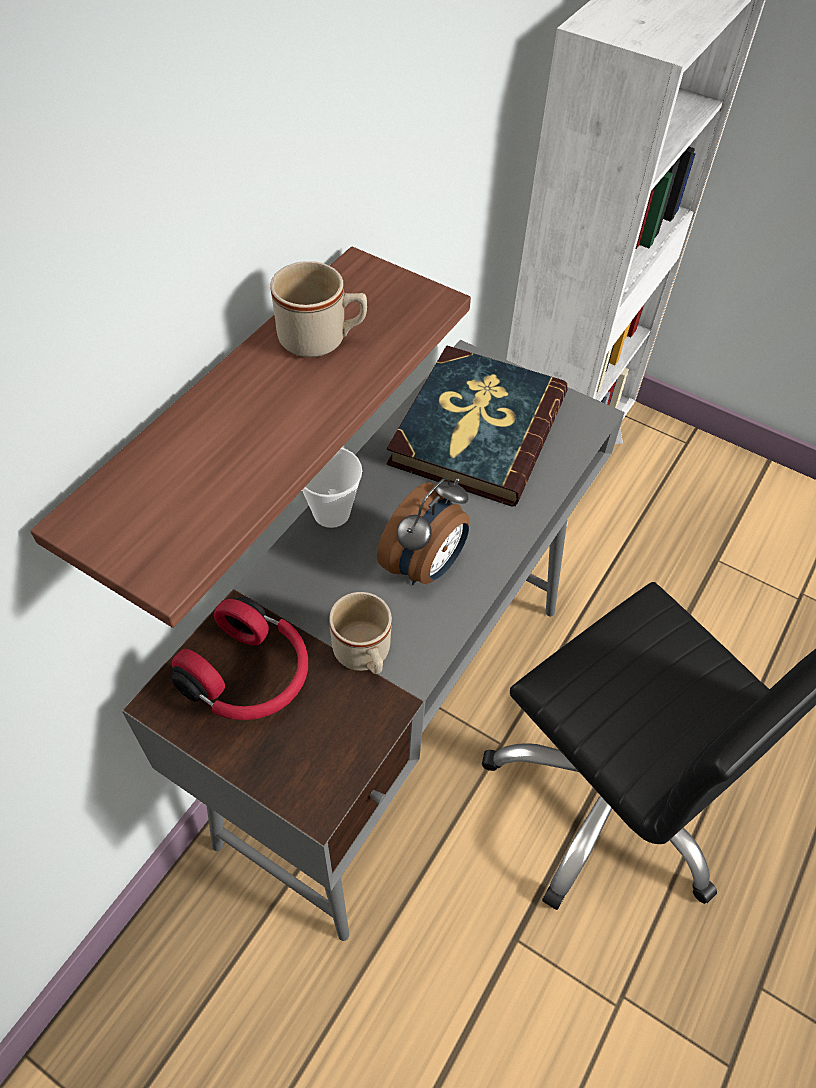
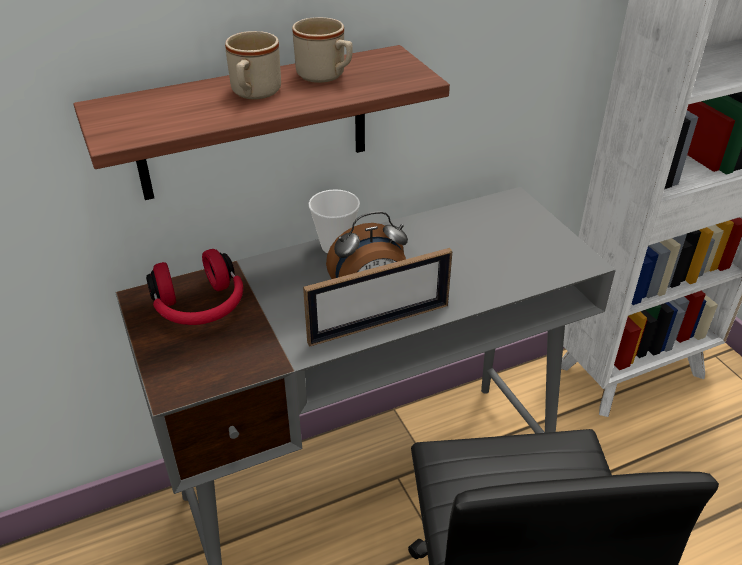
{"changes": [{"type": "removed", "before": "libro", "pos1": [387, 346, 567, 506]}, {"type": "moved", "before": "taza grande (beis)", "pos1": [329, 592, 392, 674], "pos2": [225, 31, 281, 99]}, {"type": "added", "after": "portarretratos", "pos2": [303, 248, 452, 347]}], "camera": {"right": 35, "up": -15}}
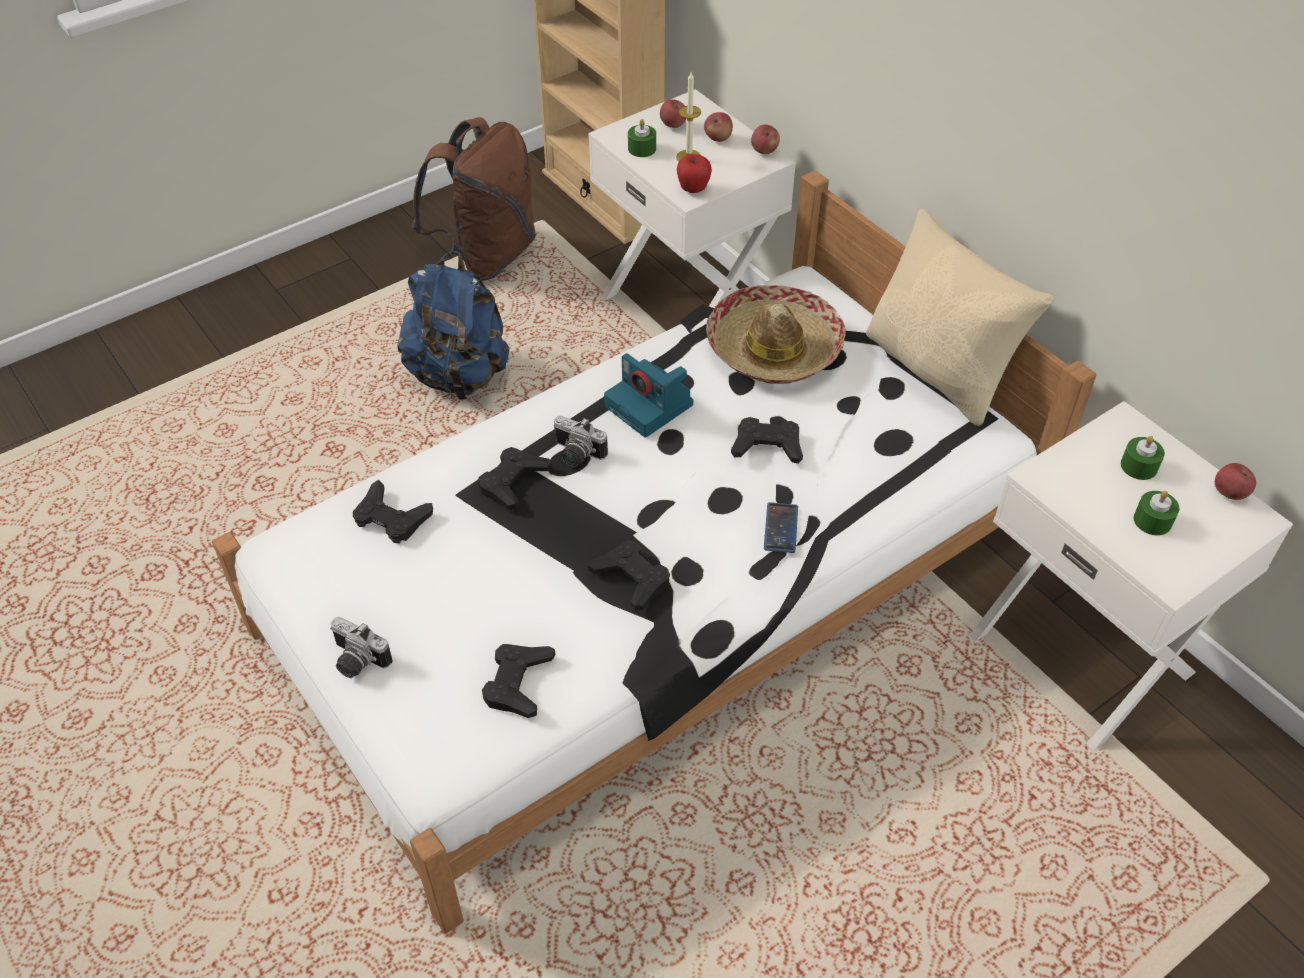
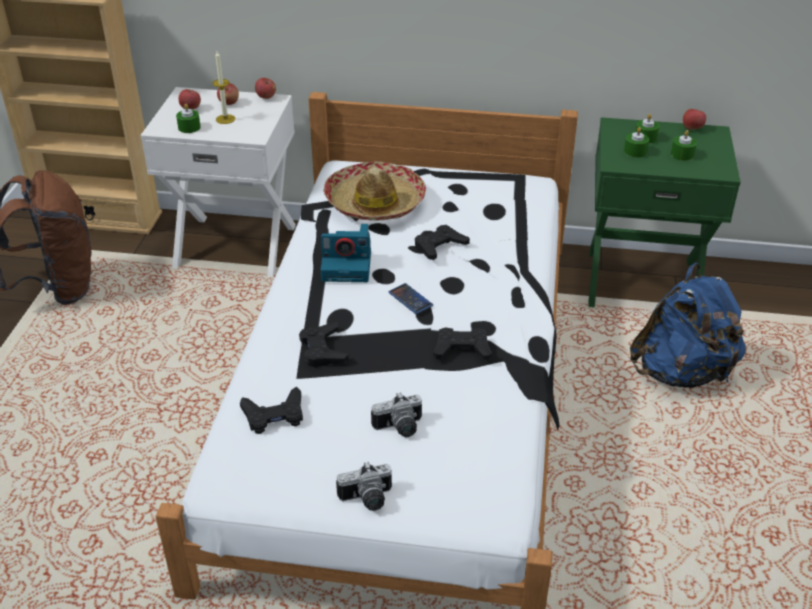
{"changes": [{"type": "removed", "before": "manzana", "pos1": [677, 154, 712, 193]}, {"type": "removed", "before": "cojín (beis)", "pos1": [866, 209, 1054, 426]}, {"type": "moved", "before": "mochila (azul)", "pos1": [397, 251, 509, 400], "pos2": [630, 263, 746, 388]}, {"type": "recoloured", "before": "mesita de noche (blanco)", "after": "mesita de noche (verde)", "pos1": [969, 401, 1293, 750], "pos2": [589, 117, 741, 308]}, {"type": "moved", "before": "cámara", "pos1": [553, 416, 608, 467], "pos2": [371, 392, 422, 437]}, {"type": "moved", "before": "móvil", "pos1": [764, 502, 798, 553], "pos2": [389, 283, 433, 314]}, {"type": "removed", "before": "mando de consola (negro)", "pos1": [482, 644, 555, 718]}, {"type": "added", "after": "vela (verde)", "pos2": [624, 127, 649, 158]}], "camera": {"right": -45, "up": -10}}
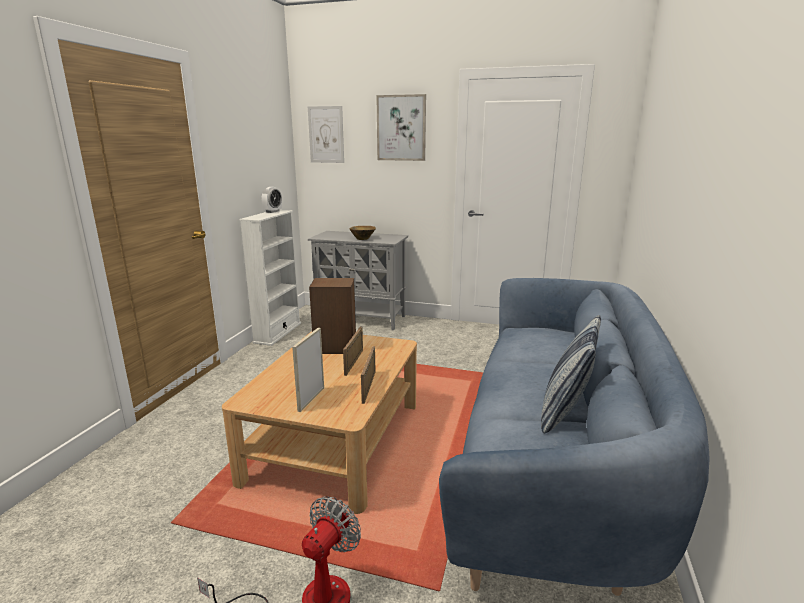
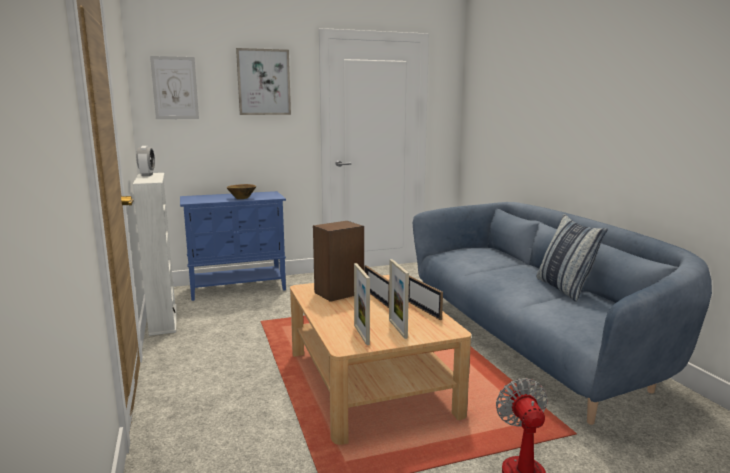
{"changes": [{"type": "recoloured", "before": "armario (gris)", "after": "armario (azul)", "pos1": [308, 231, 408, 330], "pos2": [180, 191, 286, 301]}, {"type": "added", "after": "portarretratos", "pos2": [354, 263, 370, 345]}], "camera": {"right": -35, "up": -5}}
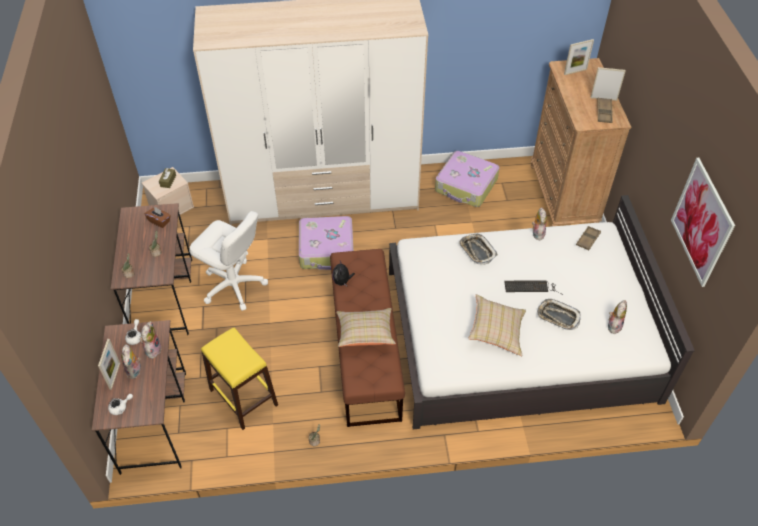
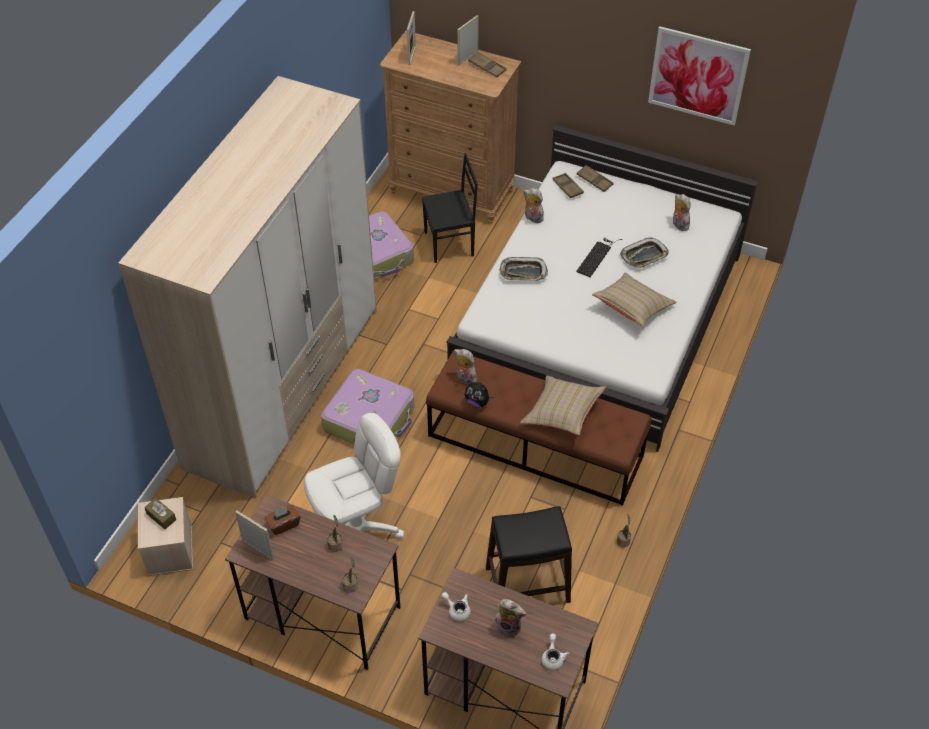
{"changes": [{"type": "moved", "before": "peluche", "pos1": [140, 321, 162, 360], "pos2": [454, 349, 477, 385]}, {"type": "recoloured", "before": "taburete (amarillo)", "after": "taburete (negro)", "pos1": [201, 328, 278, 430], "pos2": [486, 506, 572, 603]}, {"type": "moved", "before": "portarretratos", "pos1": [98, 339, 120, 390], "pos2": [235, 511, 274, 560]}, {"type": "added", "after": "silla (negro)", "pos2": [422, 153, 478, 263]}, {"type": "added", "after": "bandeja (marrón)", "pos2": [577, 165, 614, 192]}], "camera": {"right": -60, "up": 0}}
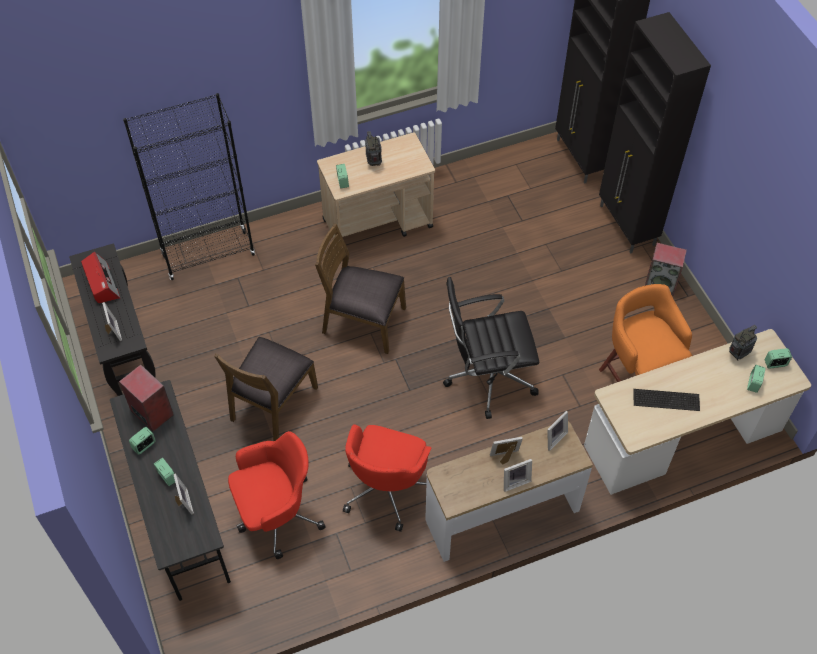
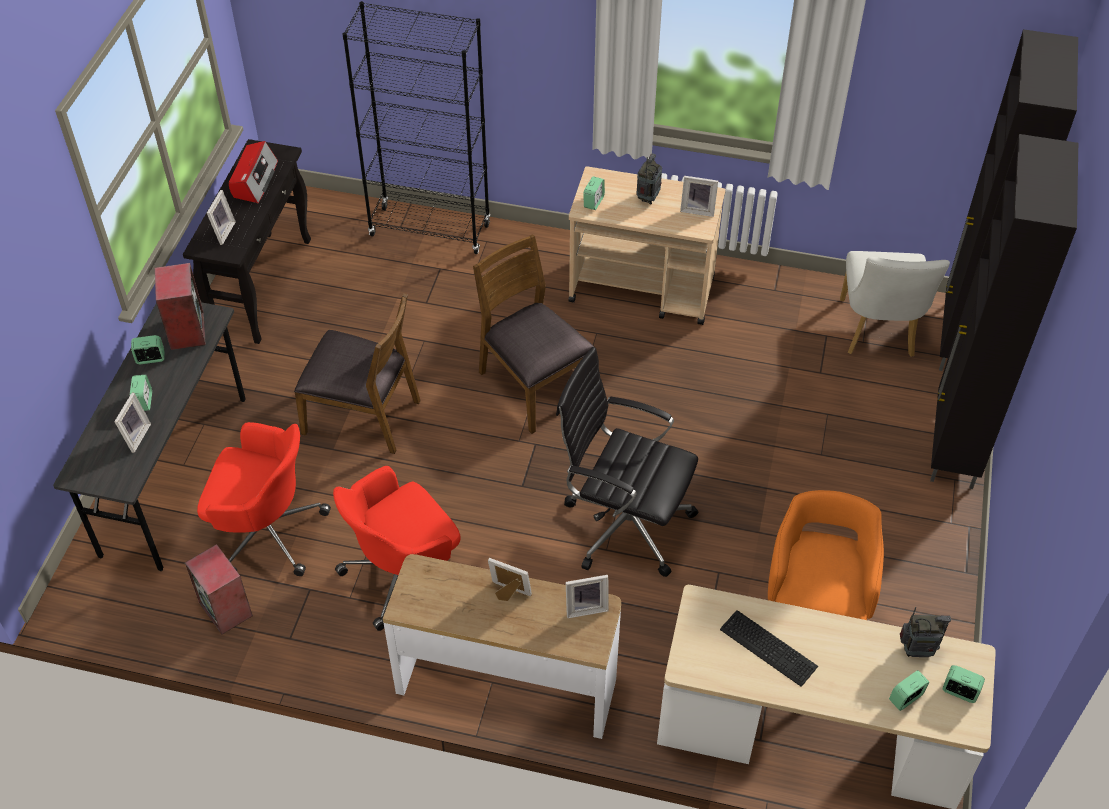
{"changes": [{"type": "moved", "before": "altavoz", "pos1": [645, 243, 687, 296], "pos2": [185, 544, 253, 635]}, {"type": "turned", "before": "silla (marrón)", "pos1": [214, 337, 318, 441], "pos2": [294, 293, 421, 454], "turn": -135}, {"type": "moved", "before": "portarretratos", "pos1": [504, 459, 532, 492], "pos2": [680, 176, 718, 217]}, {"type": "added", "after": "silla (blanco)", "pos2": [840, 251, 950, 357]}], "camera": {"right": 35, "up": -5}}
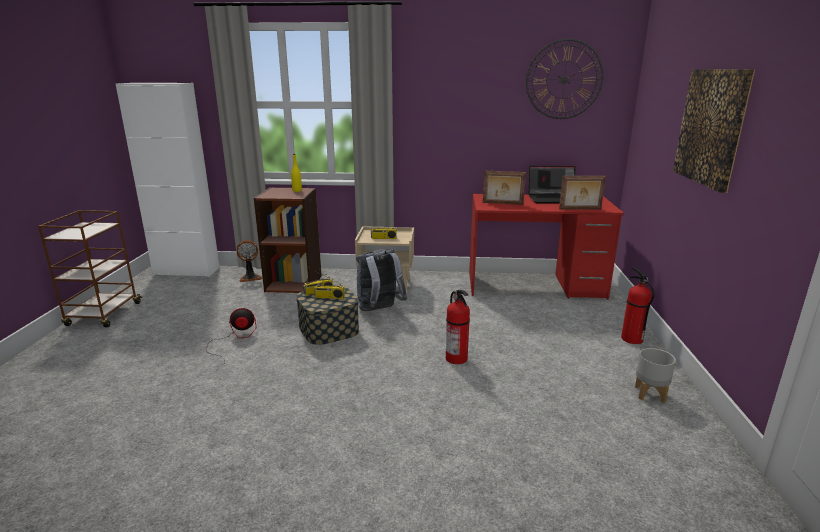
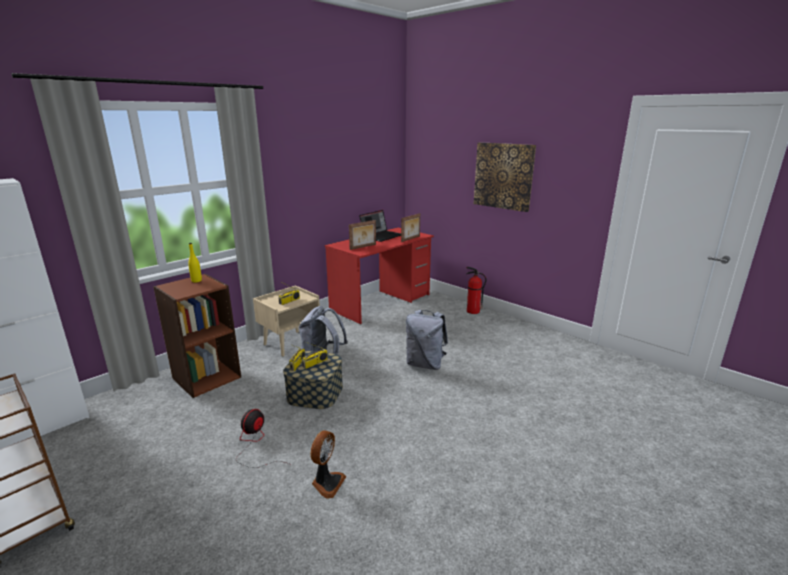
{"changes": [{"type": "removed", "before": "reloj de pared", "pos1": [526, 38, 604, 119]}, {"type": "moved", "before": "ventilador", "pos1": [237, 240, 262, 282], "pos2": [310, 430, 346, 499]}, {"type": "replaced", "before": "extintor", "after": "mochila (gris)", "pos1": [446, 290, 470, 364], "pos2": [406, 310, 448, 370]}, {"type": "removed", "before": "maceta (gris)", "pos1": [635, 348, 676, 403]}], "camera": {"right": -50, "up": 0}}
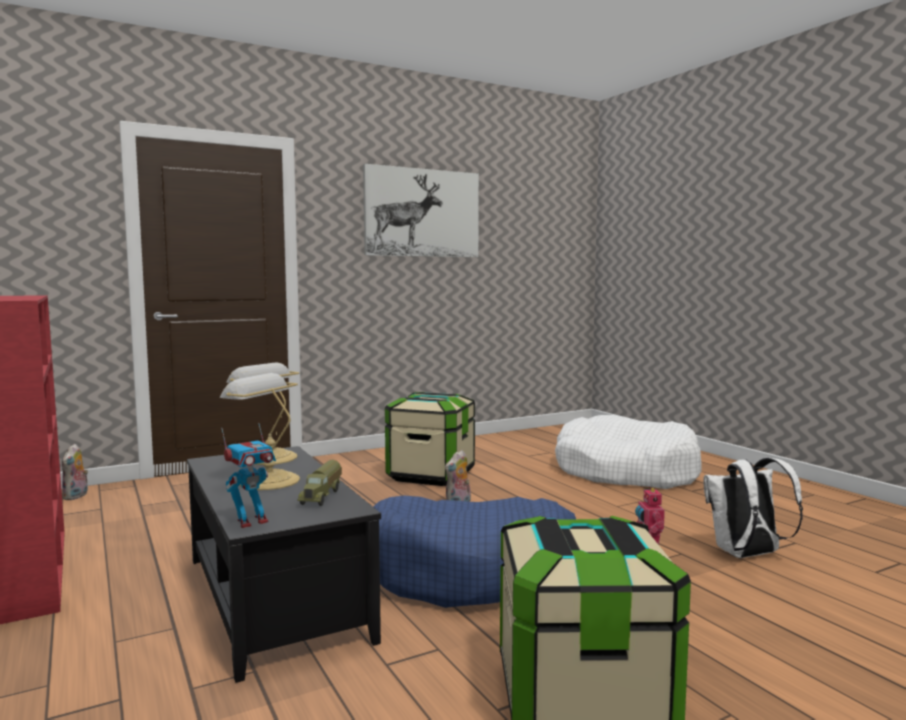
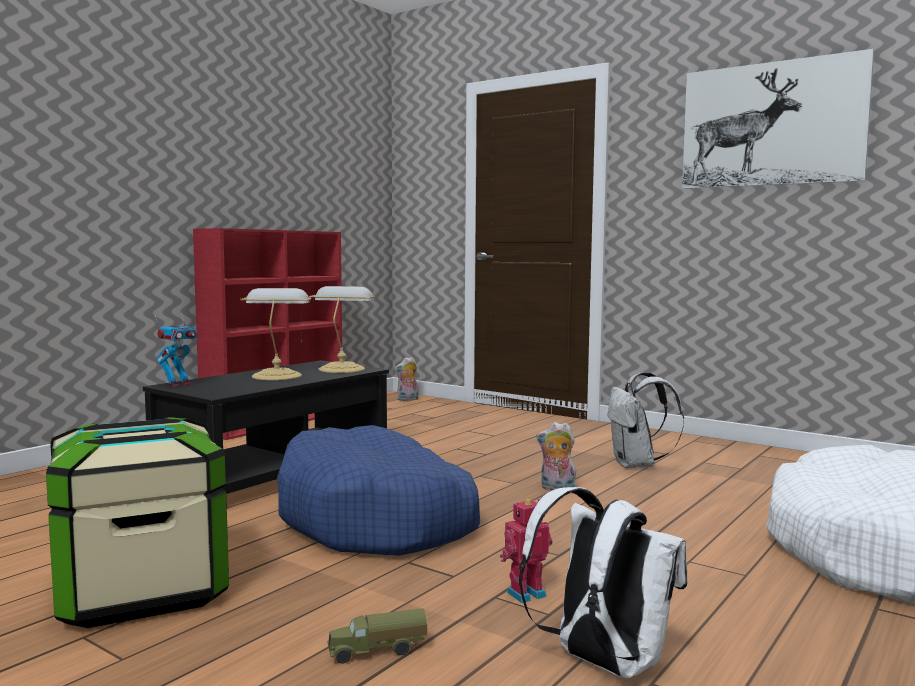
{"changes": [{"type": "replaced", "before": "caja de almacenaje", "after": "mochila (blanco)", "pos1": [385, 392, 475, 486], "pos2": [607, 372, 684, 469]}, {"type": "turned", "before": "robot de juguete", "pos1": [221, 423, 276, 528], "pos2": [155, 313, 198, 387], "turn": -75}, {"type": "moved", "before": "camión de juguete", "pos1": [297, 460, 342, 506], "pos2": [327, 608, 427, 663]}], "camera": {"right": 65, "up": 0}}
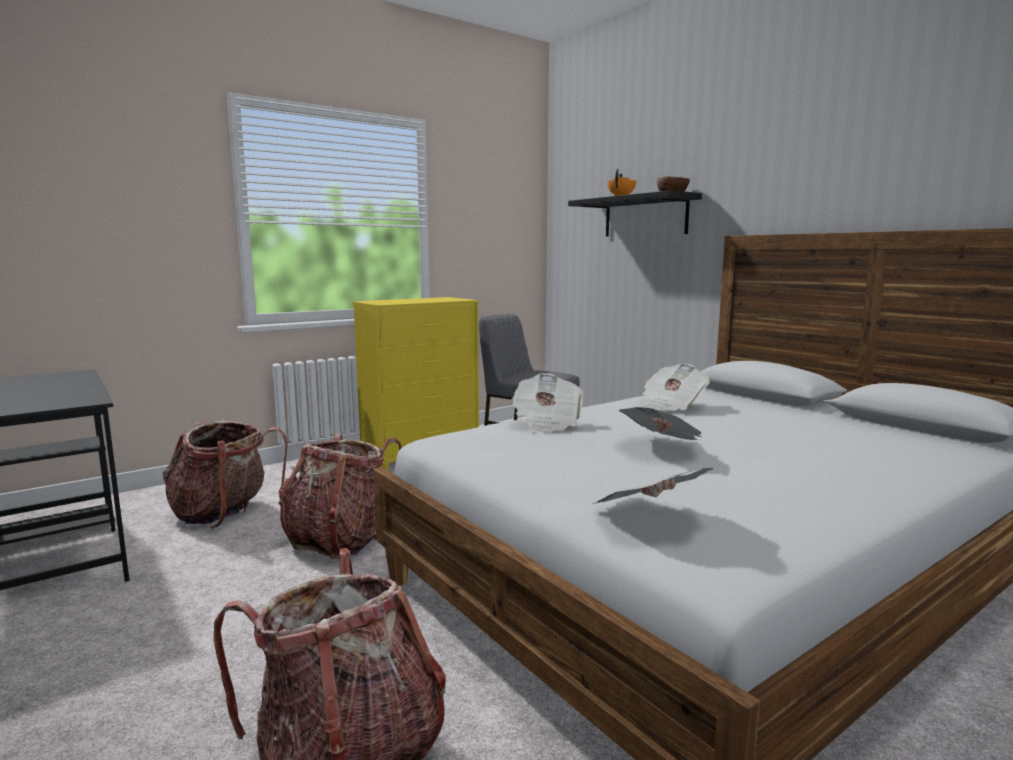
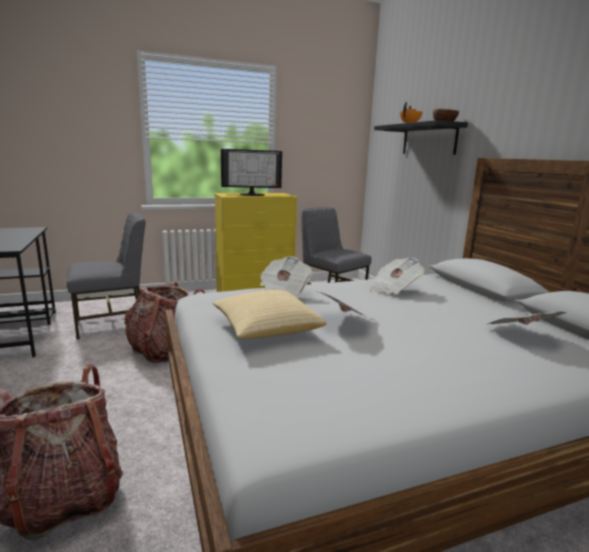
{"changes": [{"type": "replaced", "before": "mochila", "after": "silla (gris)", "pos1": [163, 420, 288, 529], "pos2": [67, 212, 146, 339]}, {"type": "moved", "before": "periódico", "pos1": [592, 468, 714, 504], "pos2": [489, 311, 567, 325]}, {"type": "added", "after": "monitor", "pos2": [221, 149, 282, 196]}, {"type": "added", "after": "cojín", "pos2": [213, 290, 326, 339]}], "camera": {"right": 15, "up": 5}}
